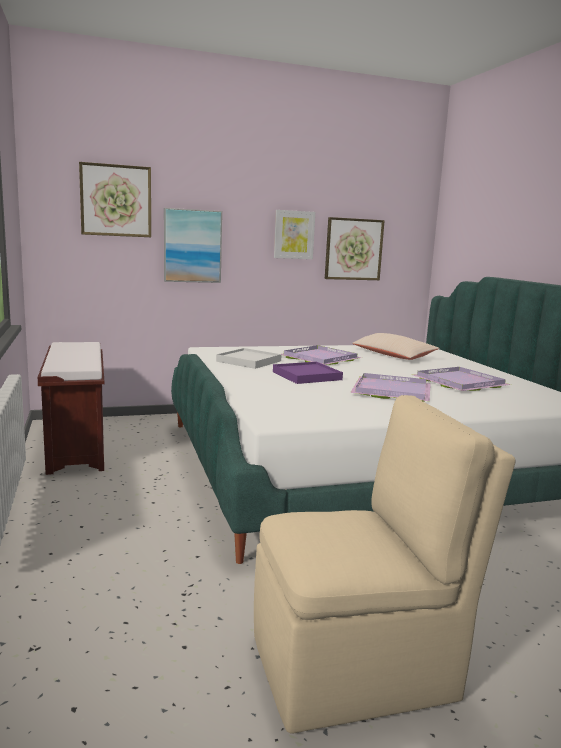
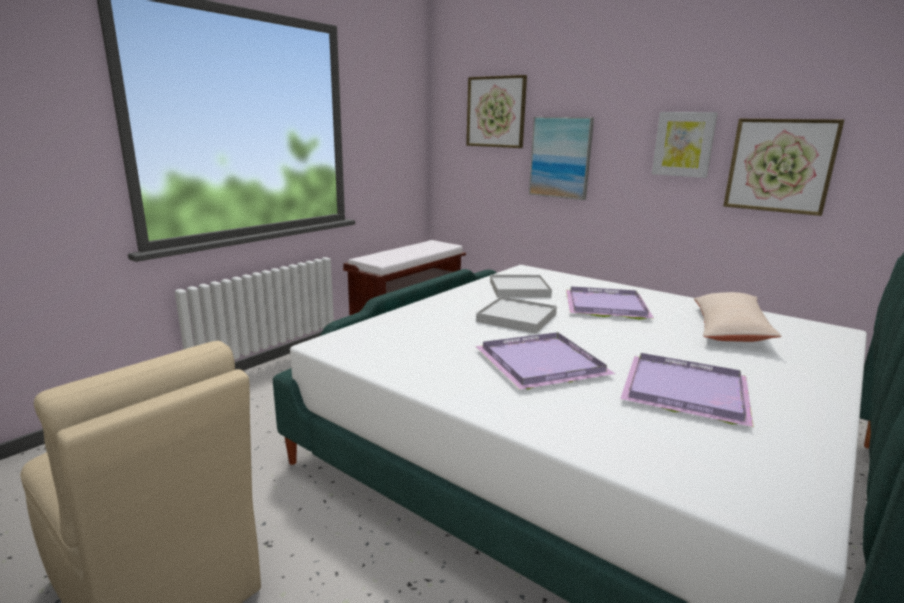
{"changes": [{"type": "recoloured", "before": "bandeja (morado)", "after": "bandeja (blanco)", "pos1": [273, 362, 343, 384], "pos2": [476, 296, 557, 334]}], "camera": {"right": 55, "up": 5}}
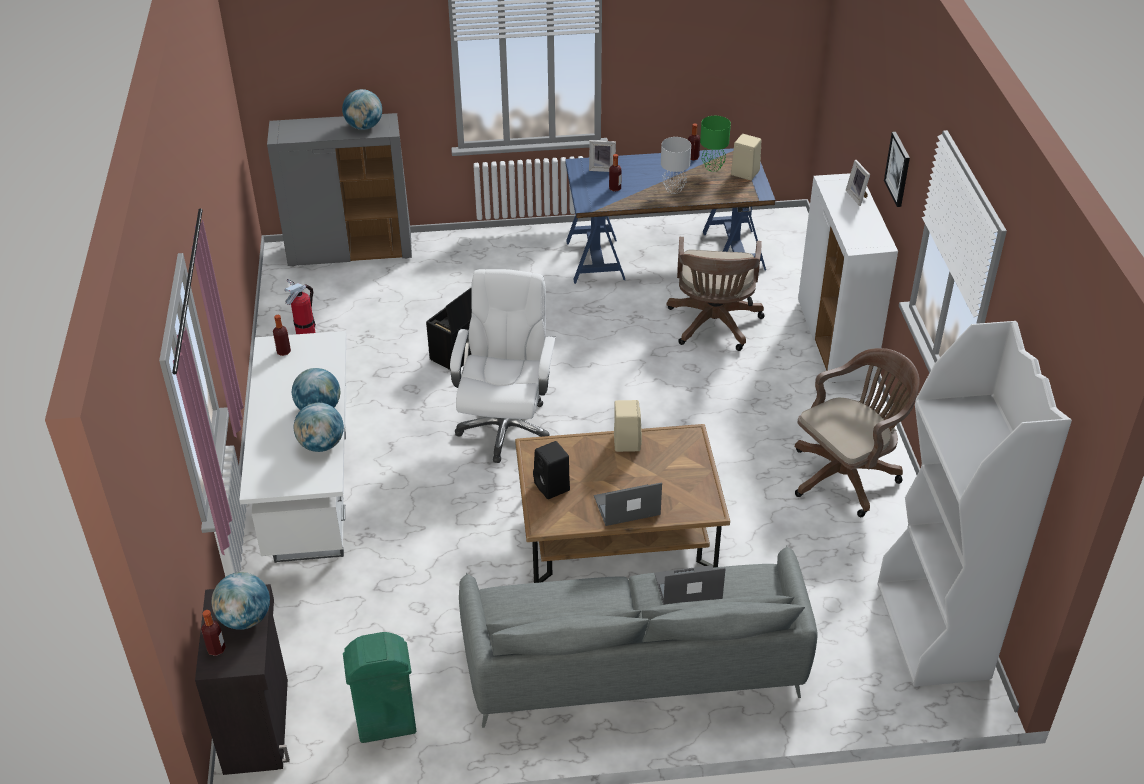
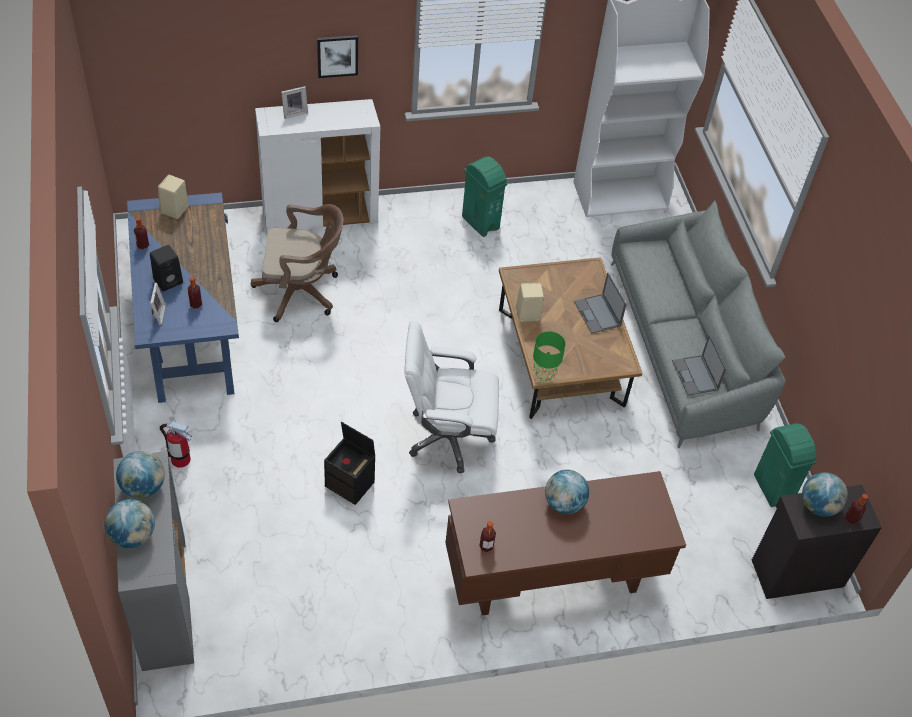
{"changes": [{"type": "moved", "before": "lámpara de mesa (verde)", "pos1": [700, 116, 731, 172], "pos2": [533, 331, 566, 381]}, {"type": "removed", "before": "lámpara de mesa (gris)", "pos1": [661, 137, 691, 194]}, {"type": "moved", "before": "extintor", "pos1": [285, 279, 316, 334], "pos2": [160, 422, 192, 468]}, {"type": "recoloured", "before": "escritorio (blanco)", "after": "escritorio (marrón)", "pos1": [239, 331, 346, 563], "pos2": [445, 471, 686, 616]}, {"type": "replaced", "before": "silla de oficina (marrón)", "after": "papelera (verde)", "pos1": [795, 348, 920, 517], "pos2": [462, 156, 508, 237]}, {"type": "moved", "before": "globo terráqueo", "pos1": [294, 403, 344, 452], "pos2": [104, 499, 155, 548]}, {"type": "moved", "before": "altavoz (negro)", "pos1": [533, 441, 570, 499], "pos2": [150, 245, 183, 291]}, {"type": "moved", "before": "portátil", "pos1": [654, 565, 726, 605], "pos2": [672, 334, 726, 395]}], "camera": {"right": -100, "up": 10}}
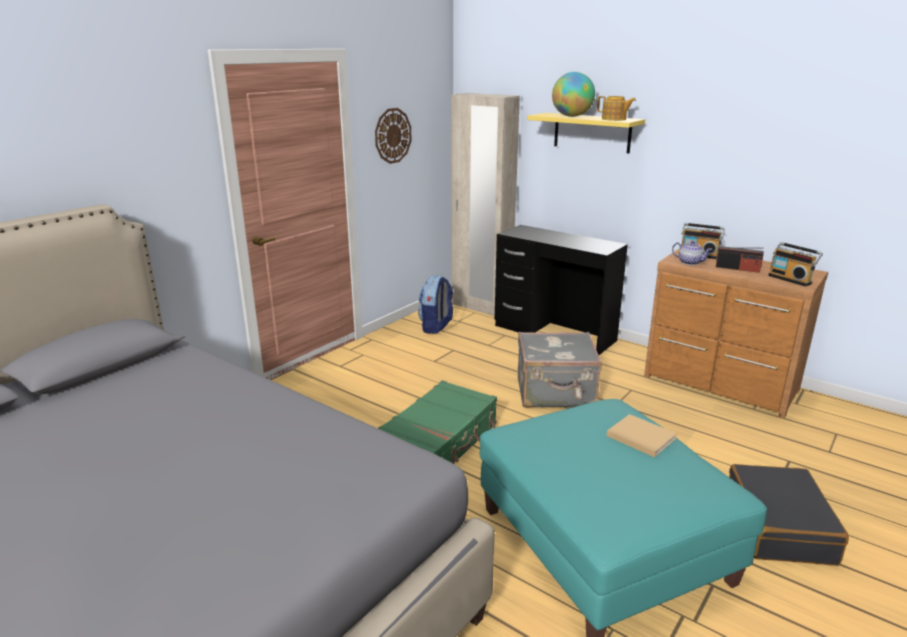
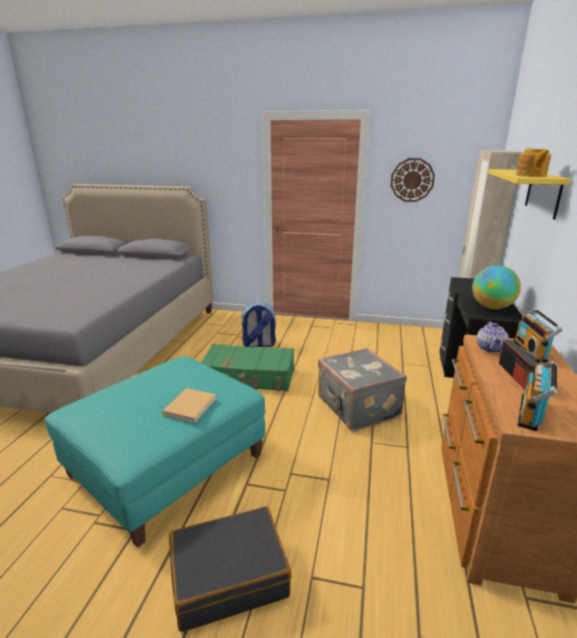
{"changes": [{"type": "moved", "before": "globo terráqueo", "pos1": [552, 72, 595, 117], "pos2": [472, 265, 521, 309]}, {"type": "moved", "before": "mochila", "pos1": [418, 275, 453, 334], "pos2": [241, 302, 276, 347]}], "camera": {"right": 65, "up": 0}}
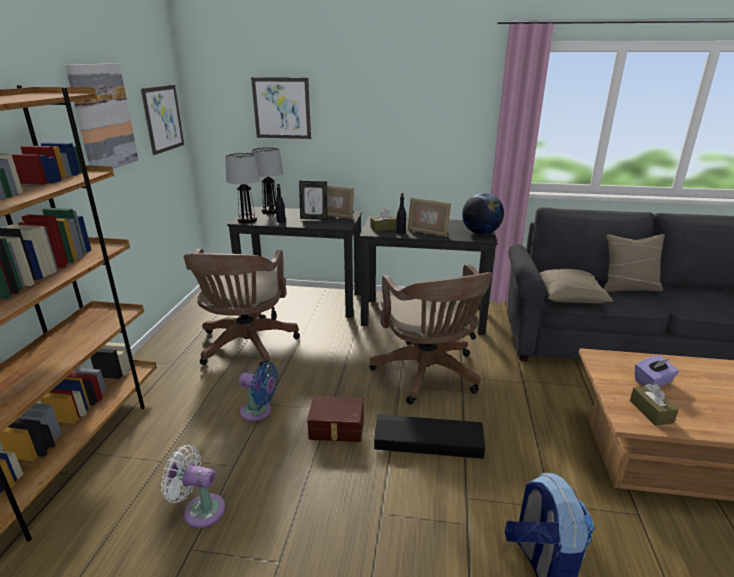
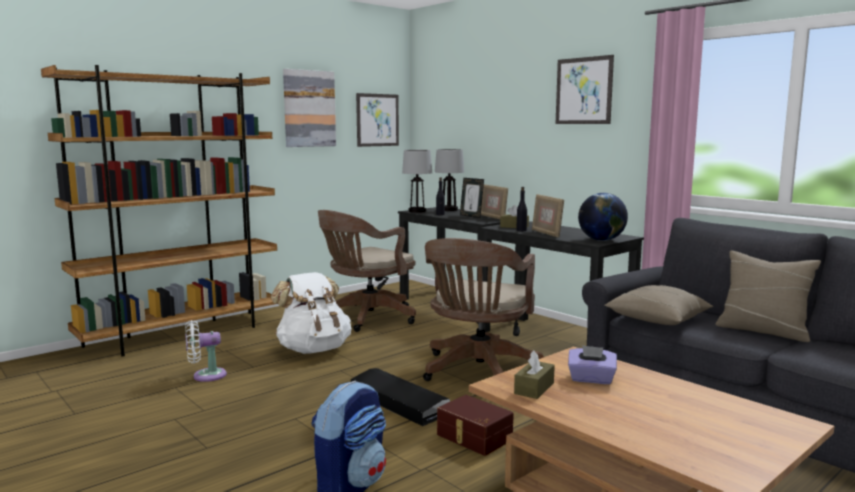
{"changes": [{"type": "moved", "before": "cuadro", "pos1": [251, 77, 311, 139], "pos2": [556, 55, 614, 124]}, {"type": "replaced", "before": "ventilador (azul)", "after": "mochila (blanco)", "pos1": [239, 362, 278, 421], "pos2": [271, 272, 351, 354]}, {"type": "moved", "before": "caja de almacenaje (marrón)", "pos1": [307, 396, 364, 442], "pos2": [437, 395, 514, 456]}, {"type": "turned", "before": "ventilador (blanco)", "pos1": [161, 445, 225, 528], "pos2": [185, 320, 227, 382], "turn": -75}], "camera": {"right": 40, "up": -15}}
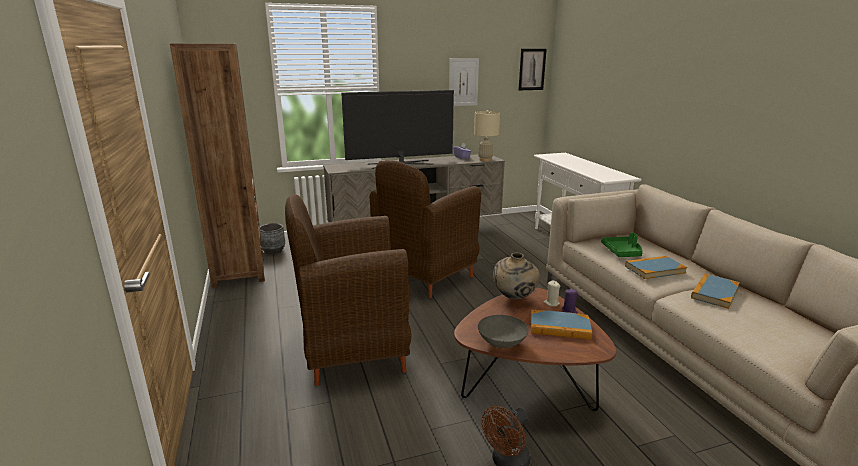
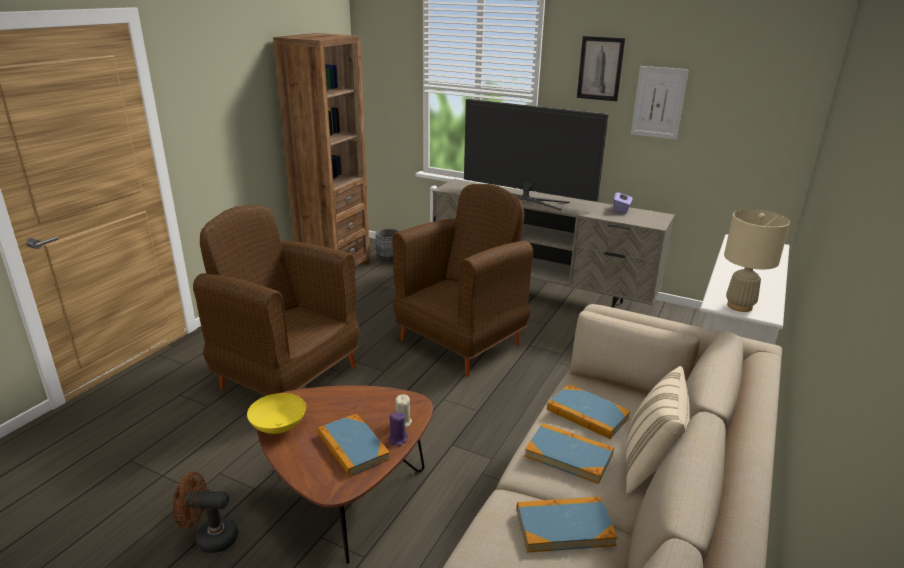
{"changes": [{"type": "moved", "before": "cuadro", "pos1": [519, 49, 547, 90], "pos2": [577, 36, 625, 101]}, {"type": "moved", "before": "lámpara de mesa (beis)", "pos1": [474, 110, 500, 161], "pos2": [724, 209, 790, 312]}, {"type": "turned", "before": "sillón (marrón)", "pos1": [370, 160, 481, 298], "pos2": [392, 184, 533, 376], "turn": 135}, {"type": "replaced", "before": "bandeja (verde)", "after": "libro", "pos1": [601, 233, 643, 257], "pos2": [547, 384, 631, 439]}, {"type": "removed", "before": "florero (beis)", "pos1": [493, 253, 540, 300]}, {"type": "recoloured", "before": "cuenco (gris)", "after": "cuenco (amarillo)", "pos1": [478, 315, 528, 348], "pos2": [247, 393, 306, 434]}, {"type": "added", "after": "cojín (beis)", "pos2": [626, 366, 690, 495]}], "camera": {"right": 45, "up": 5}}
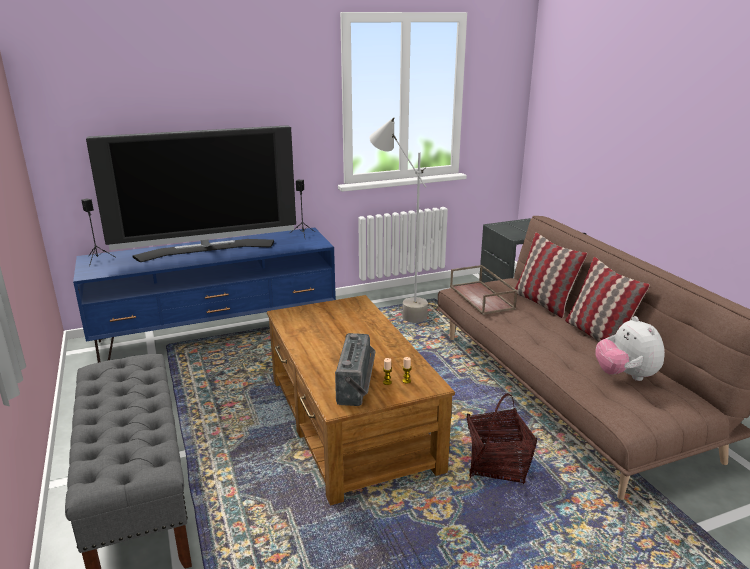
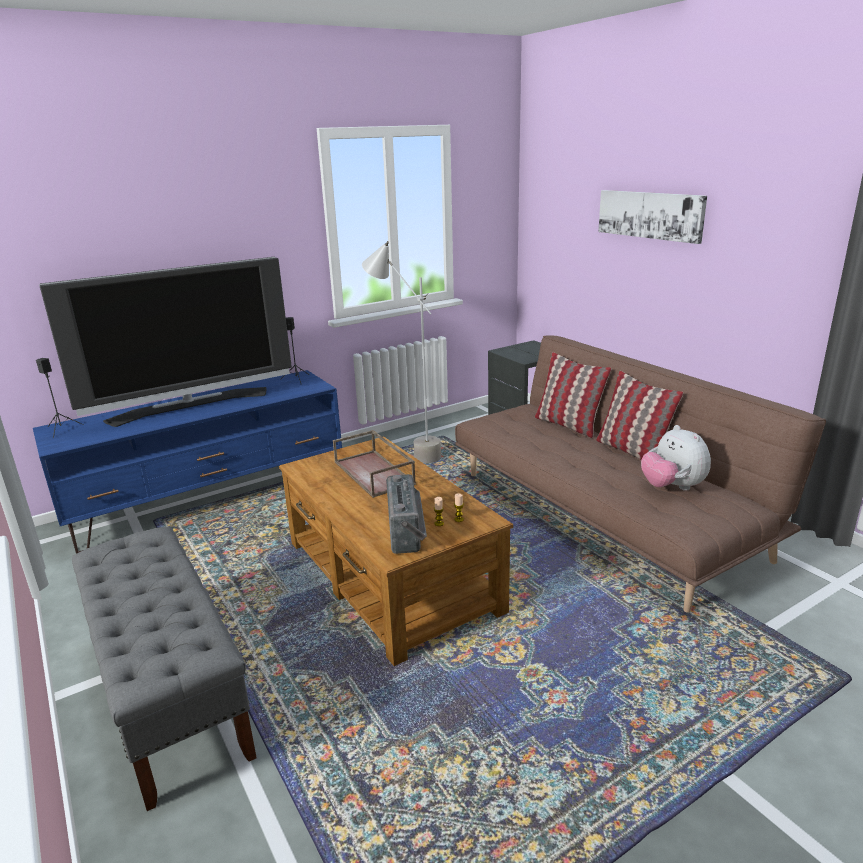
{"changes": [{"type": "moved", "before": "bandeja (marrón)", "pos1": [450, 265, 518, 315], "pos2": [333, 430, 416, 498]}, {"type": "removed", "before": "cesta", "pos1": [466, 393, 537, 484]}, {"type": "added", "after": "cuadro", "pos2": [598, 190, 707, 244]}], "camera": {"right": -10, "up": 0}}
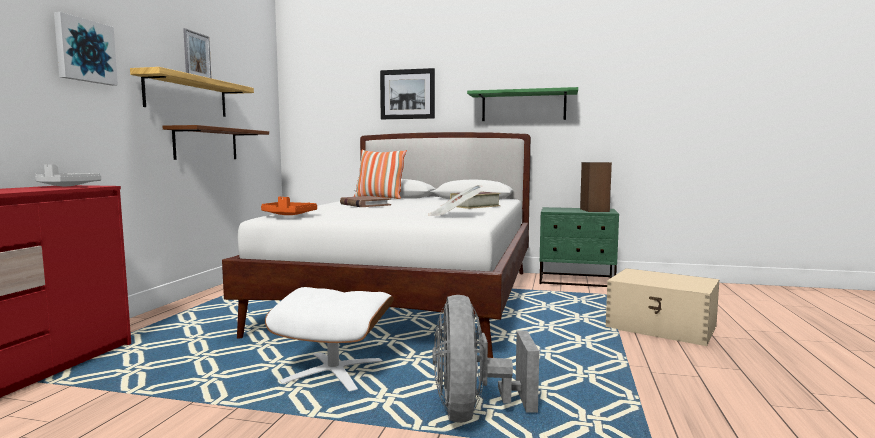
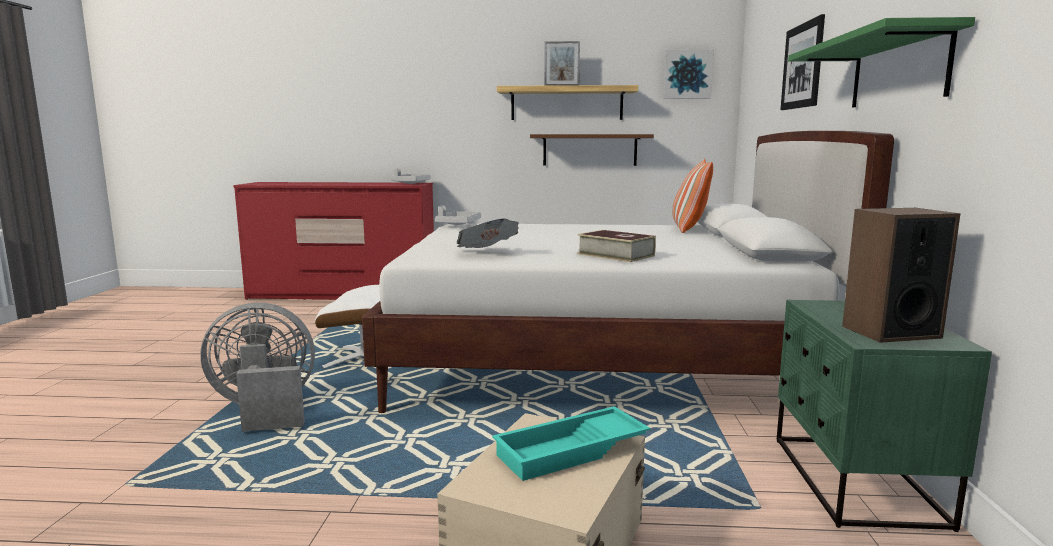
{"changes": [{"type": "moved", "before": "cuadro", "pos1": [54, 12, 118, 86], "pos2": [664, 50, 714, 99]}, {"type": "removed", "before": "libro (marrón)", "pos1": [340, 196, 391, 207]}, {"type": "recoloured", "before": "bandeja (naranja)", "after": "bandeja (gris)", "pos1": [261, 197, 317, 215], "pos2": [435, 206, 481, 225]}, {"type": "added", "after": "bandeja (turquesa)", "pos2": [492, 406, 650, 481]}], "camera": {"right": 80, "up": 5}}
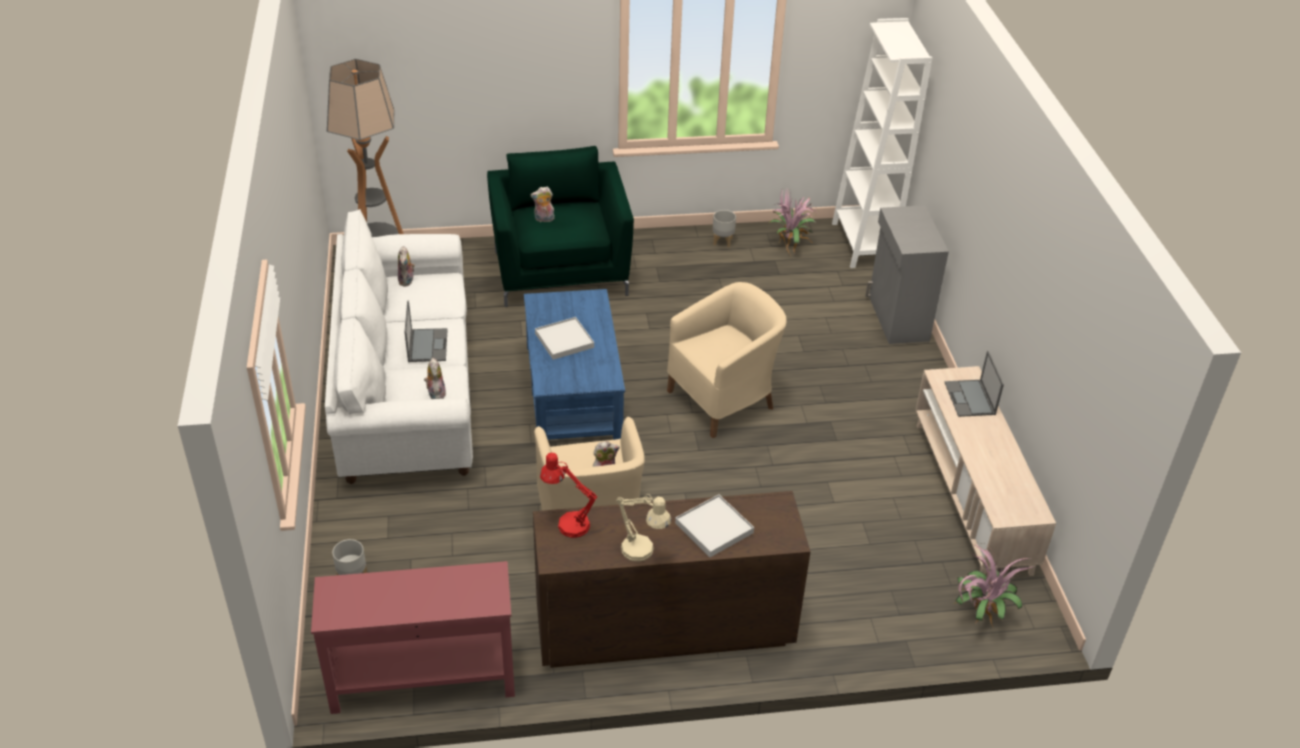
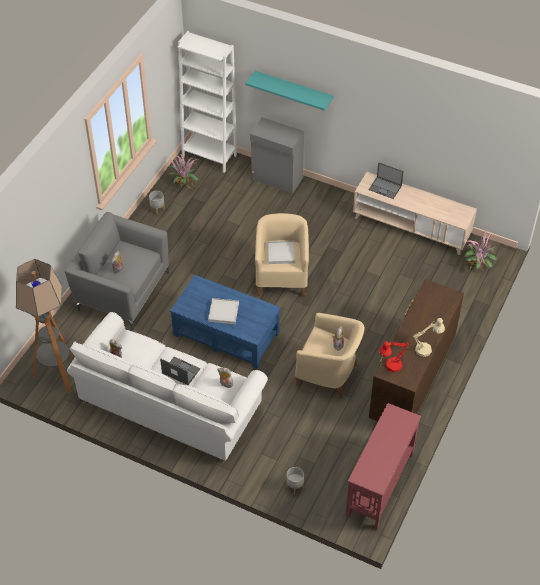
{"changes": [{"type": "recoloured", "before": "sillón (verde)", "after": "sillón (gris)", "pos1": [487, 146, 634, 307], "pos2": [65, 212, 169, 330]}, {"type": "moved", "before": "bandeja (blanco)", "pos1": [675, 494, 754, 557], "pos2": [267, 241, 295, 264]}, {"type": "added", "after": "estante (turquesa)", "pos2": [245, 71, 334, 111]}], "camera": {"right": -55, "up": 10}}
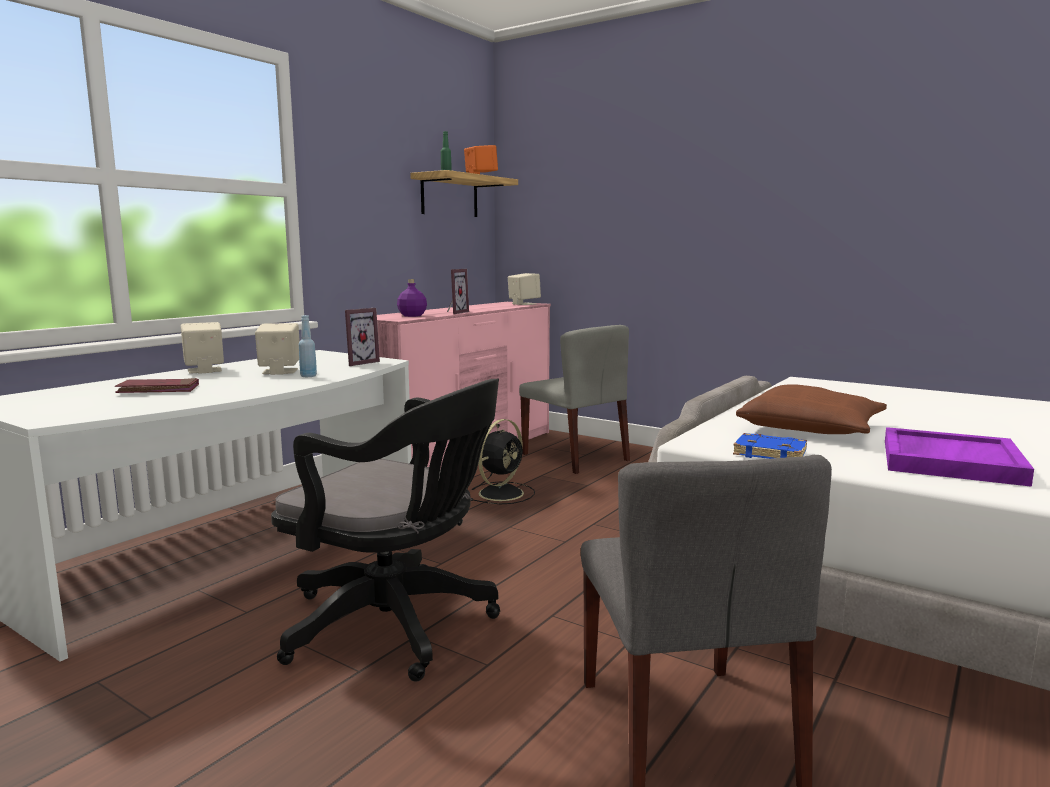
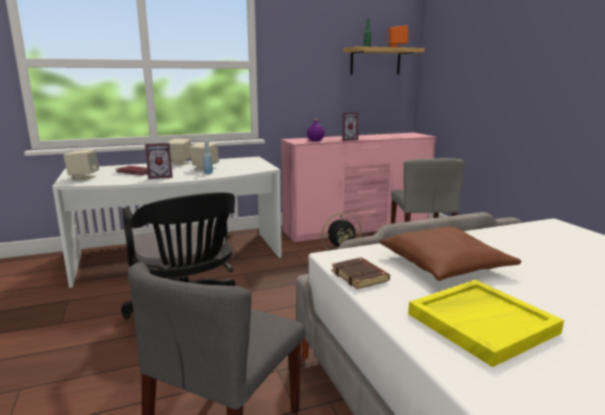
{"changes": [{"type": "moved", "before": "altavoz (beis)", "pos1": [508, 273, 541, 305], "pos2": [63, 149, 99, 180]}, {"type": "moved", "before": "portarretratos", "pos1": [345, 308, 380, 366], "pos2": [145, 143, 173, 179]}, {"type": "recoloured", "before": "bandeja (morado)", "after": "bandeja (amarillo)", "pos1": [885, 427, 1034, 487], "pos2": [408, 280, 564, 367]}, {"type": "recoloured", "before": "libro (azul)", "after": "libro (marrón)", "pos1": [733, 433, 807, 459], "pos2": [331, 258, 390, 289]}], "camera": {"right": 35, "up": 5}}
